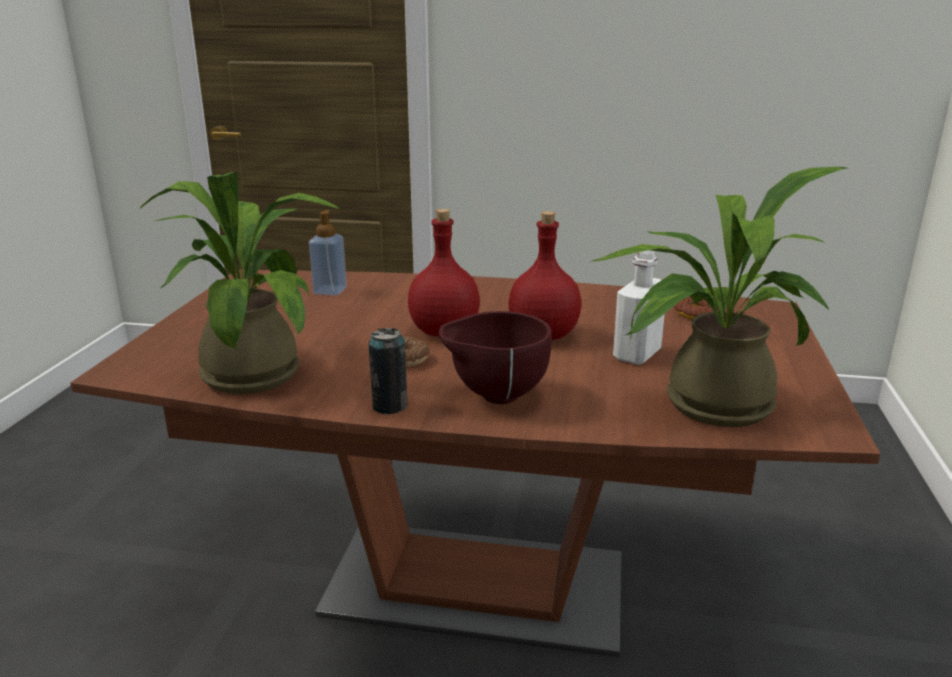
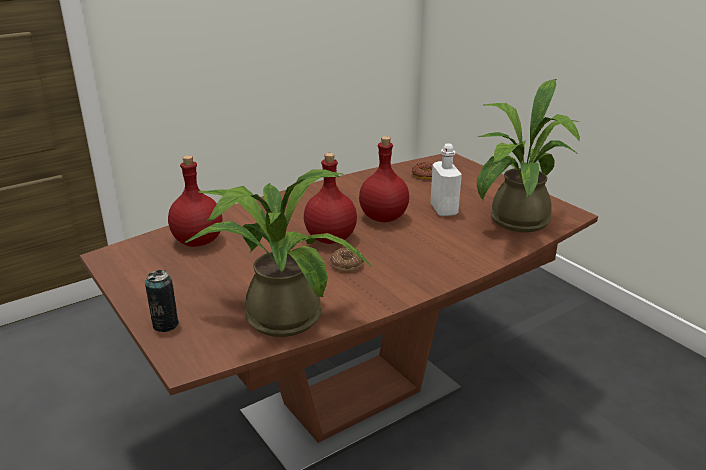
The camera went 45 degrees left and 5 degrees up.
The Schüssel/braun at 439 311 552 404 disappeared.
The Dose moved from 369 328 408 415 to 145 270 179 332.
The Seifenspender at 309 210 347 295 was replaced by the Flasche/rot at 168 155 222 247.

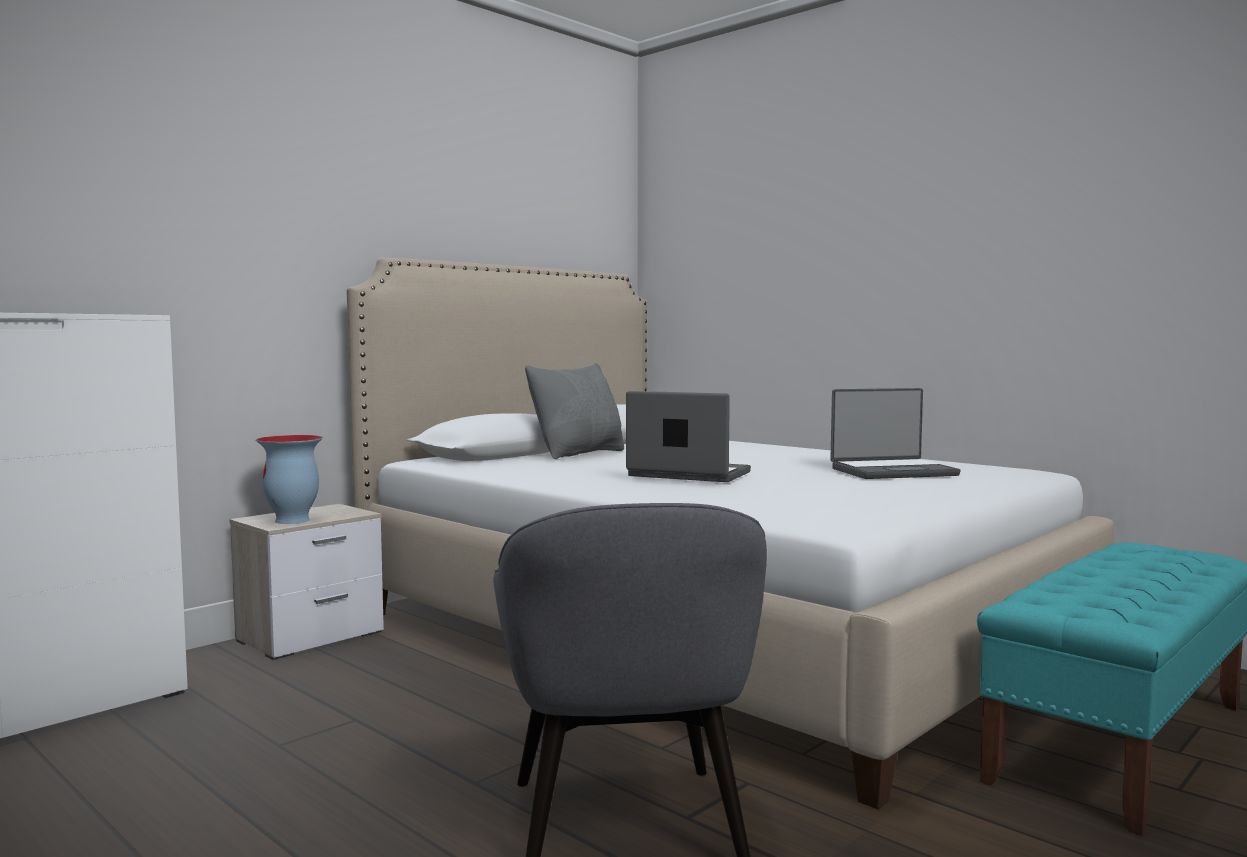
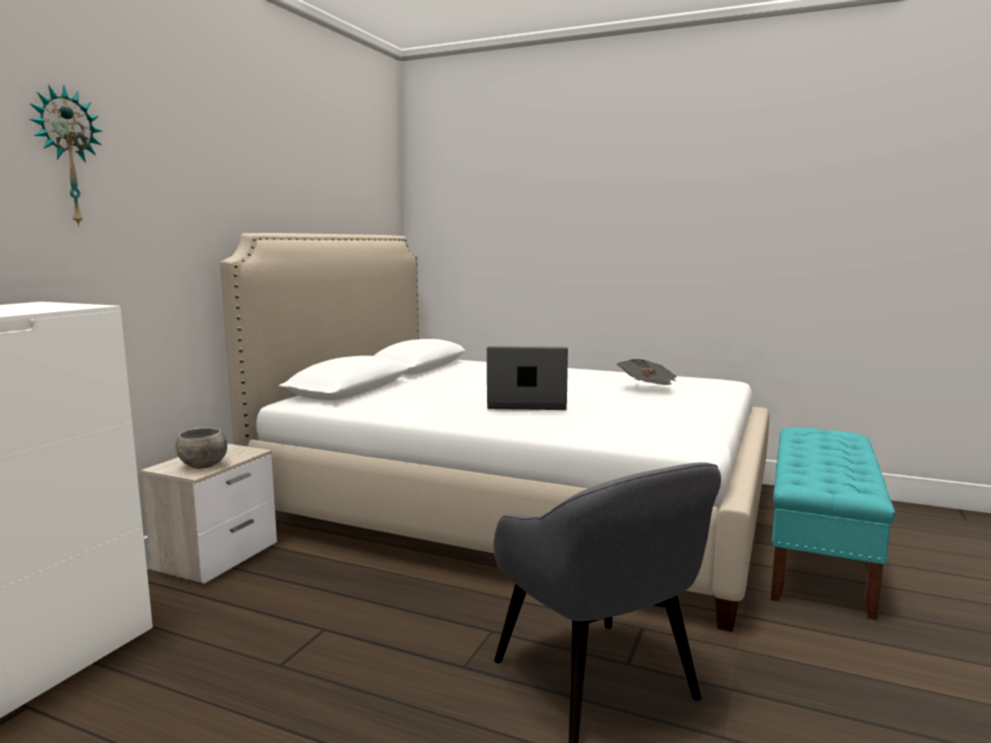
The camera went 20 degrees left and 5 degrees up.
The Kissen/grau at 525 363 624 459 disappeared.
The Wanduhr at 29 85 102 227 appeared.
The Vase at 256 435 323 524 was replaced by the Schüssel/grau at 175 427 227 469.
The Laptop at 830 388 960 479 was replaced by the Zeitung at 617 359 676 385.

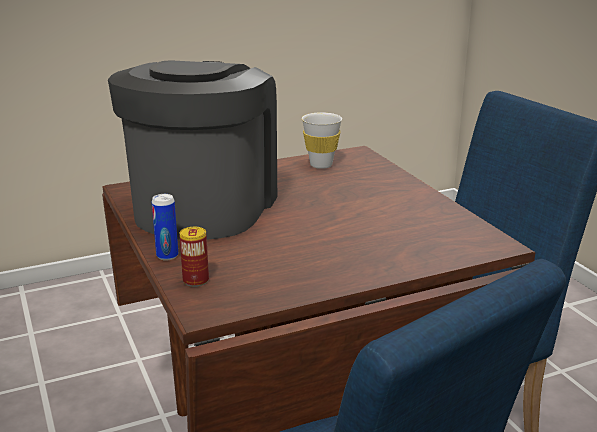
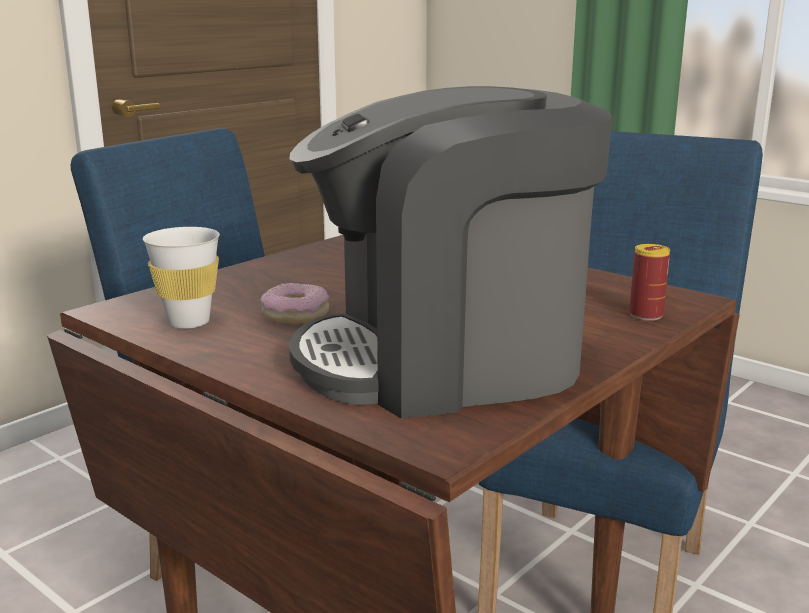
The camera went 115 degrees left and 5 degrees down.
The Dose at 152 194 178 261 disappeared.
The Donut at 260 283 329 324 appeared.

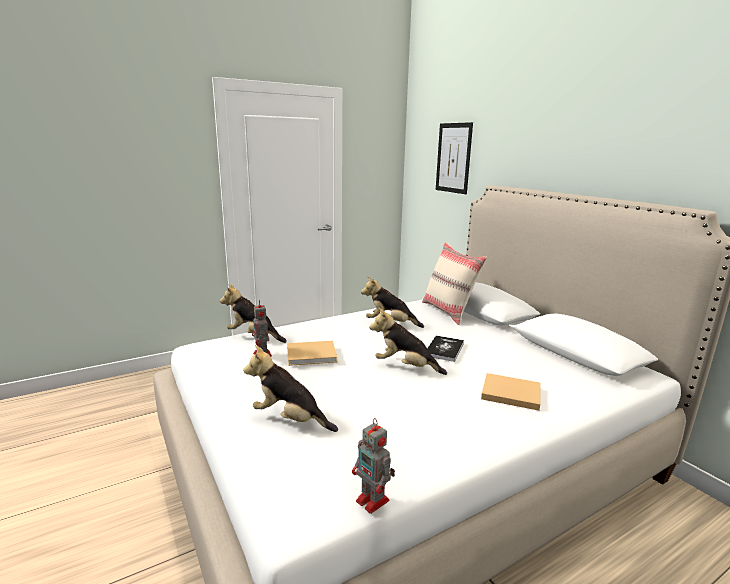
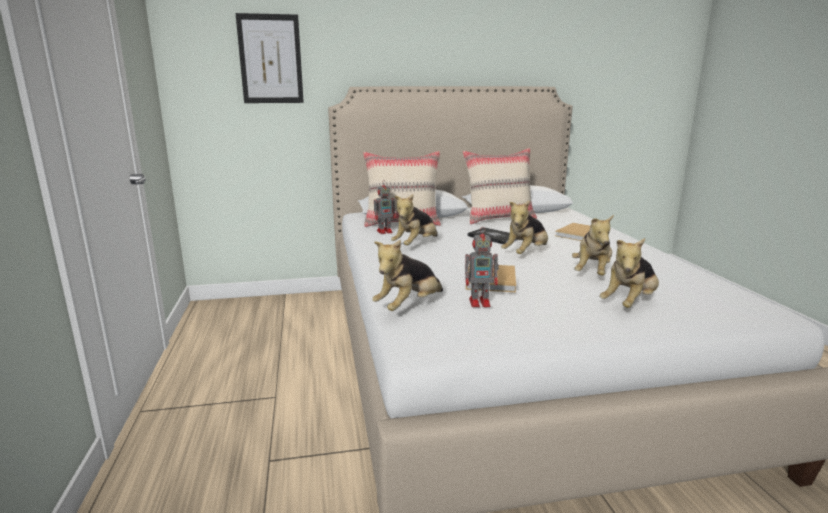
The camera went 70 degrees left and 0 degrees up.
The Kissen/beige at 462 148 537 224 appeared.
The Plüschtier at 572 215 614 276 appeared.
The Spielzeugroboter moved from 352 418 395 514 to 374 180 396 234.

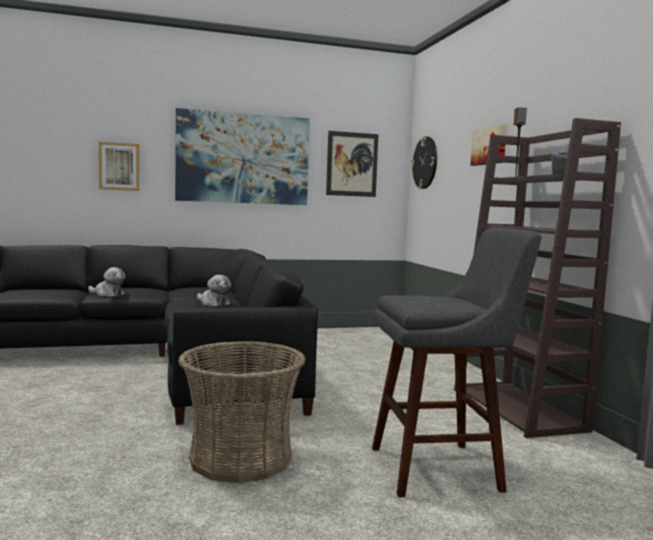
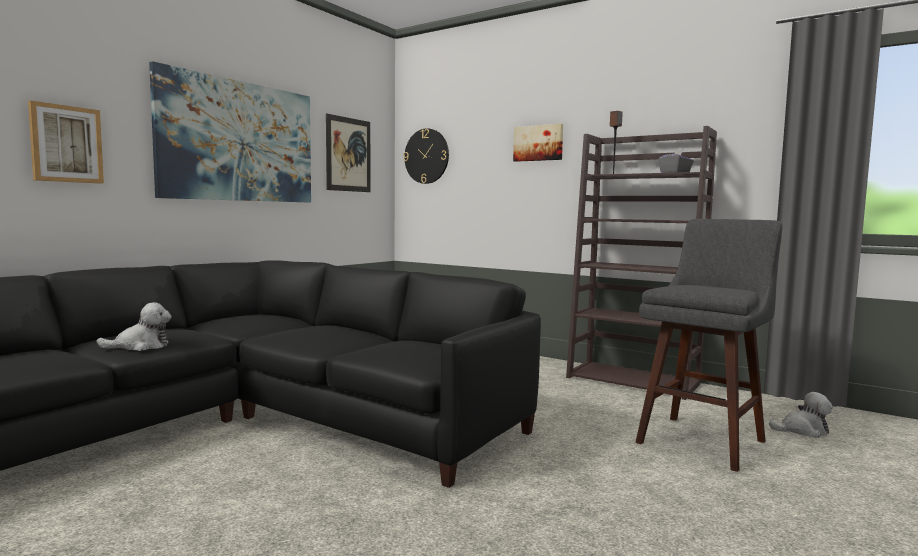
The camera went 40 degrees left and 0 degrees up.
The Korb at 178 341 306 483 disappeared.
The Plüschtier moved from 197 275 231 306 to 769 392 833 438.

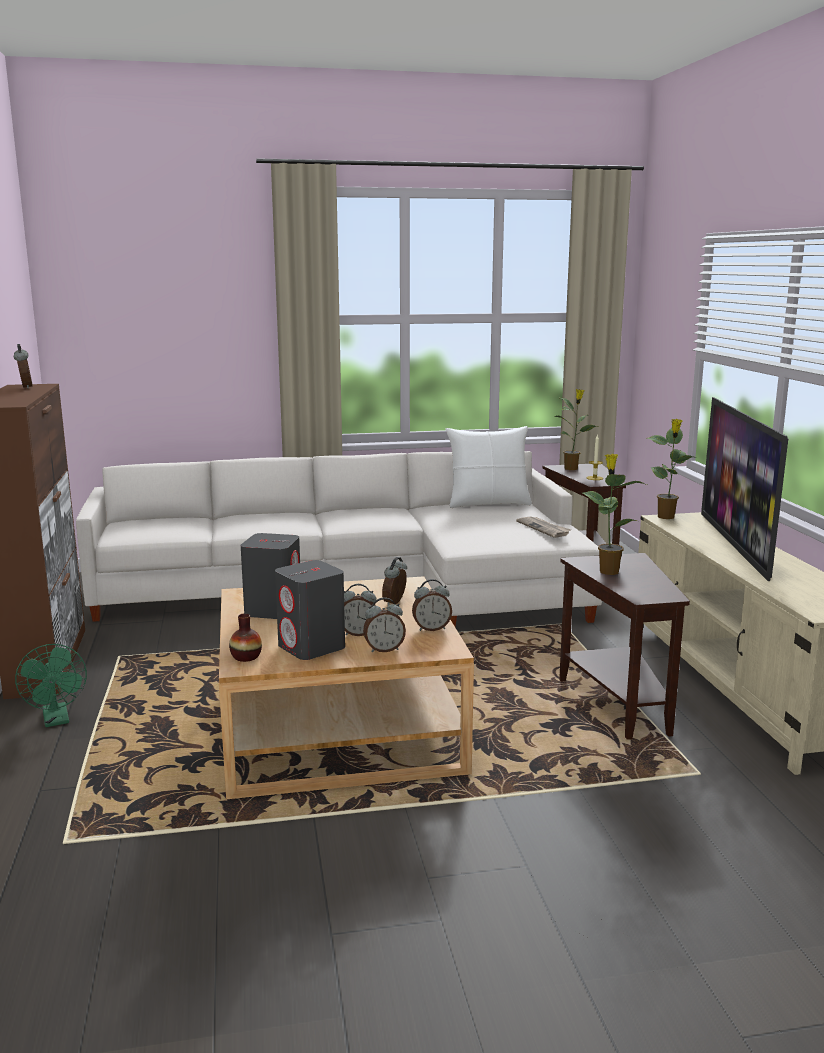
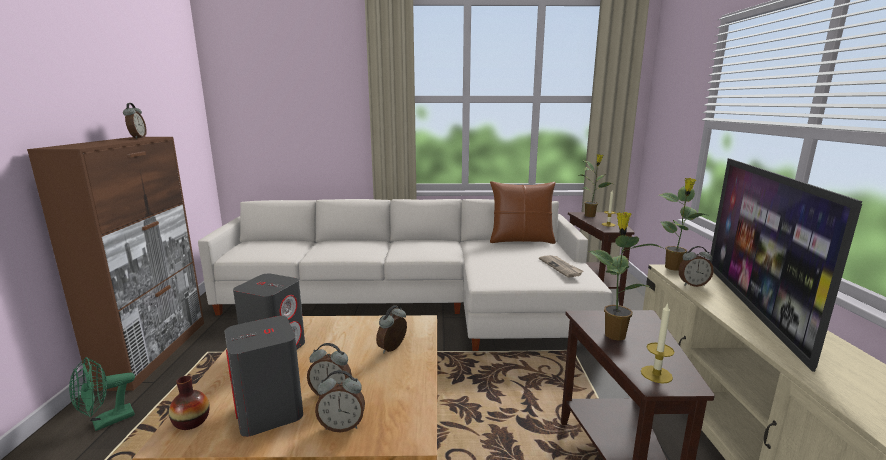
The camera went 10 degrees right and 0 degrees up.
The Kerze at 641 302 675 383 appeared.
The Wecker moved from 412 579 452 631 to 679 246 714 287.
The Kissen/weiß at 445 426 532 508 became the Kissen/braun at 490 181 556 244.
The Ventilator/grün at 15 644 87 727 turned 60 degrees clockwise.

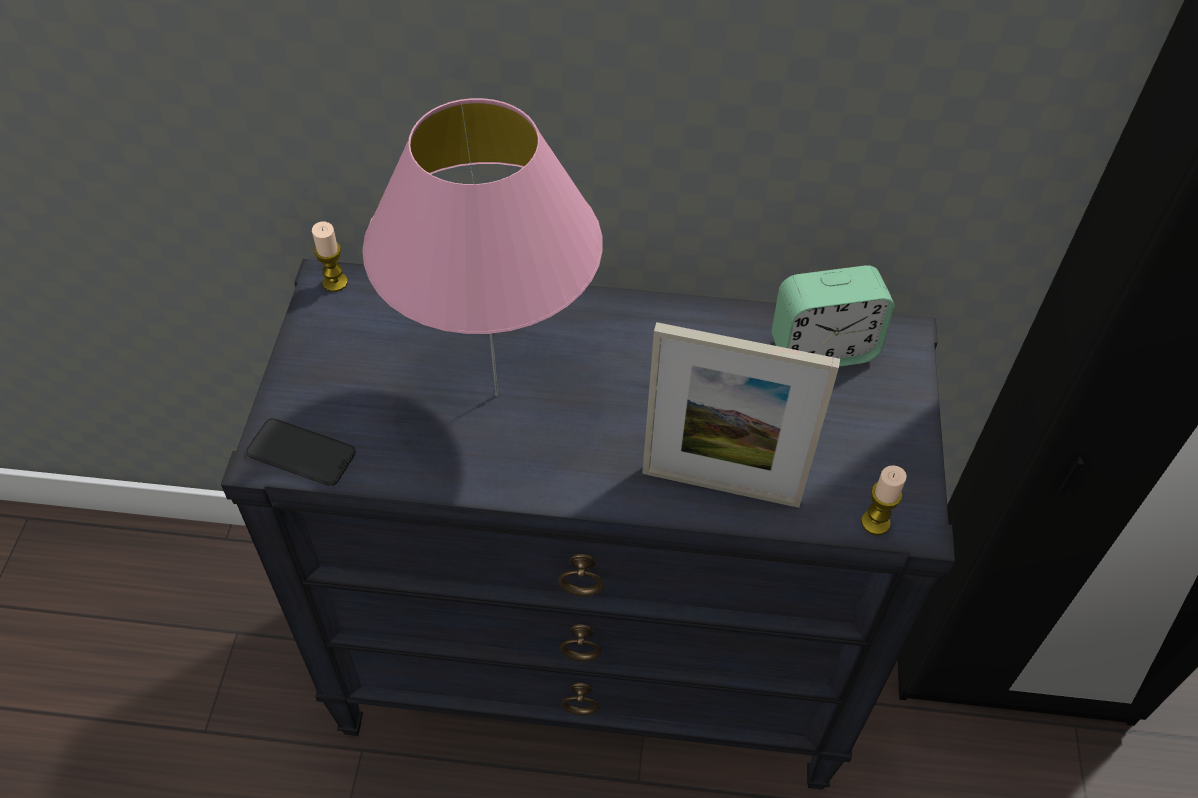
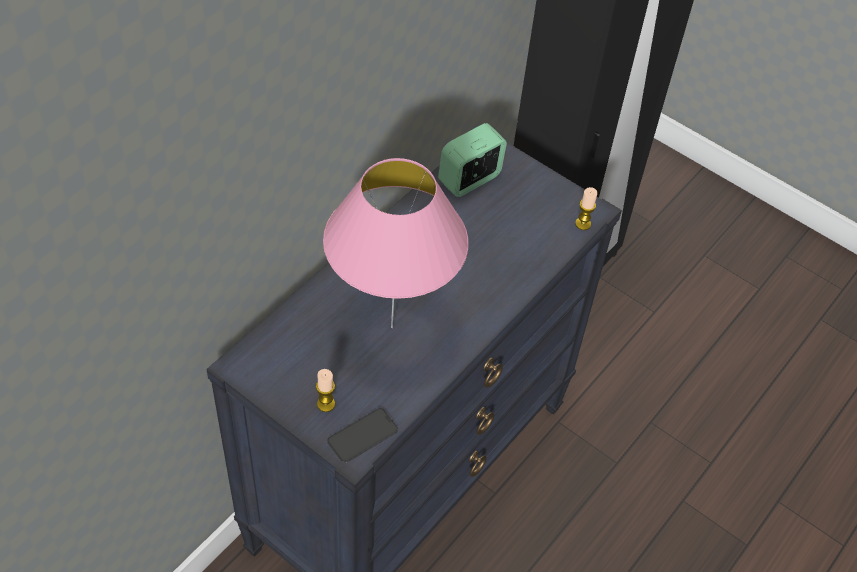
The camera went 60 degrees left and 0 degrees up.
The Bilderrahmen at 642 322 840 508 disappeared.
The Kerze moved from 312 222 348 292 to 316 369 335 412.
The Wecker at 771 265 895 367 turned 150 degrees counterclockwise.

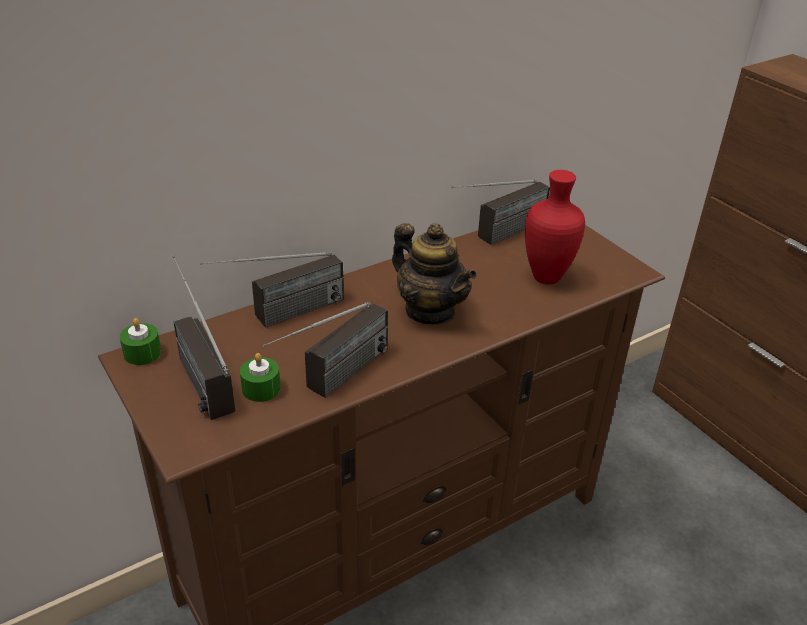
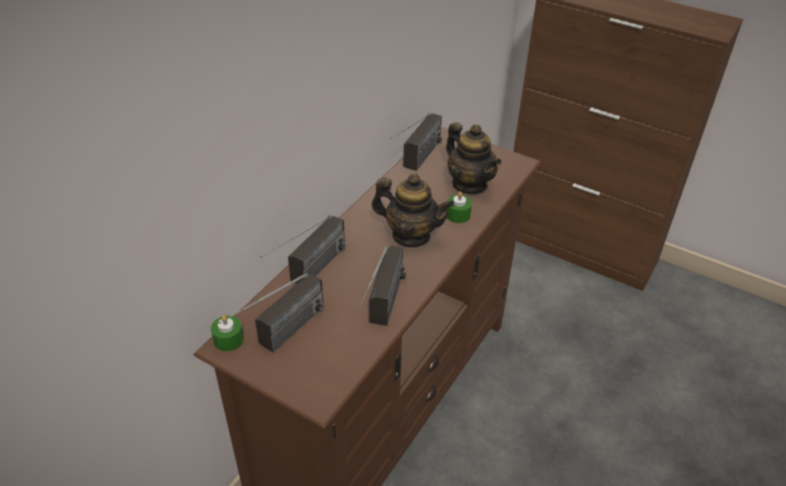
The camera went 25 degrees left and 5 degrees up.
The Kerze/grün moved from 240 353 281 402 to 447 192 472 223.
The Vase/rot at 525 170 585 285 was replaced by the Teekanne at 446 122 501 194.
The Radio at 172 255 235 420 turned 90 degrees counterclockwise.

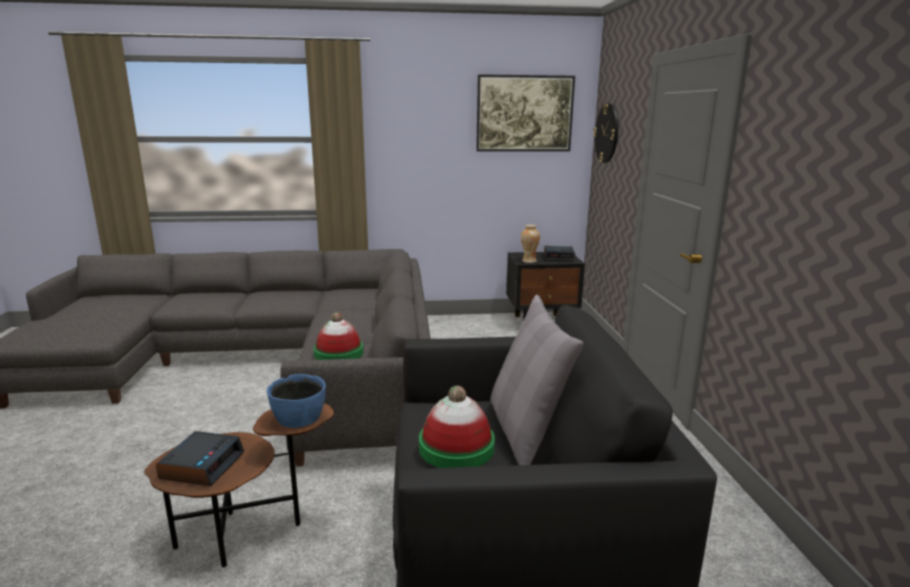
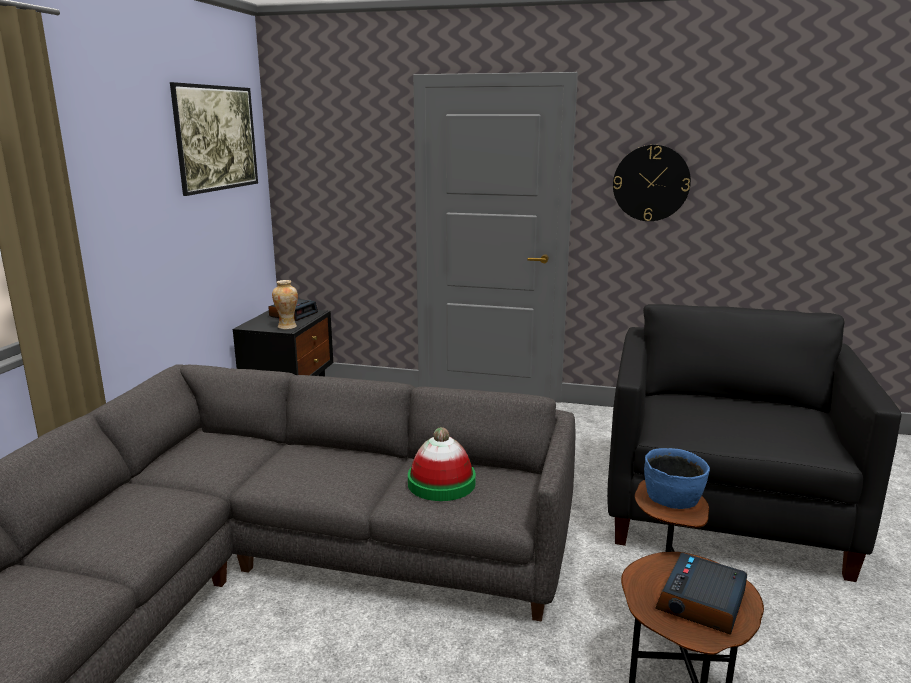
The camera went 70 degrees left and 0 degrees up.
The Hut at 419 386 495 468 disappeared.
The Kissen/grau at 490 295 584 465 disappeared.
The Wanduhr moved from 593 103 618 163 to 613 145 691 221.
The Wecker at 156 431 244 486 turned 90 degrees counterclockwise.

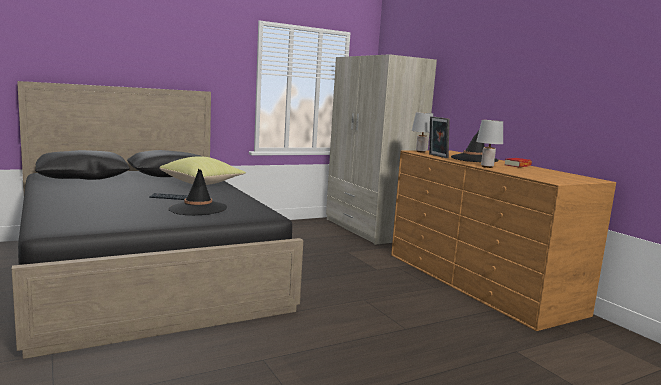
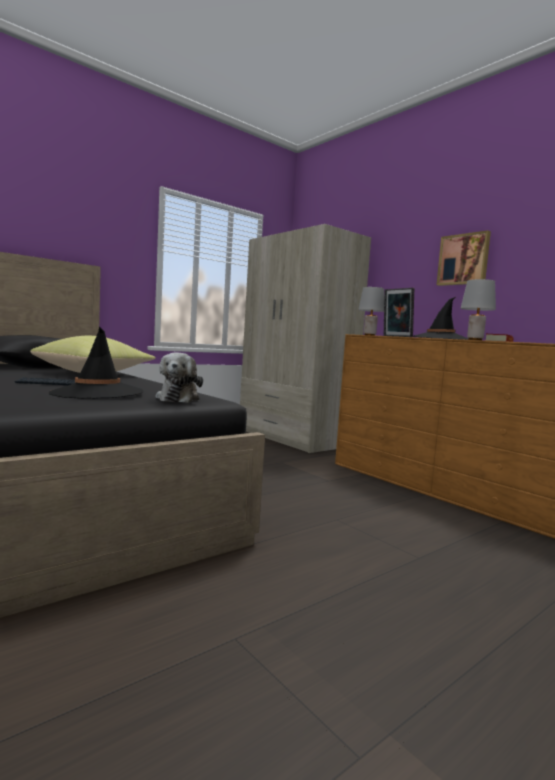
The camera went 10 degrees left and 5 degrees down.
The Plüschtier at 155 352 203 403 appeared.
The Bild at 437 230 491 286 appeared.

